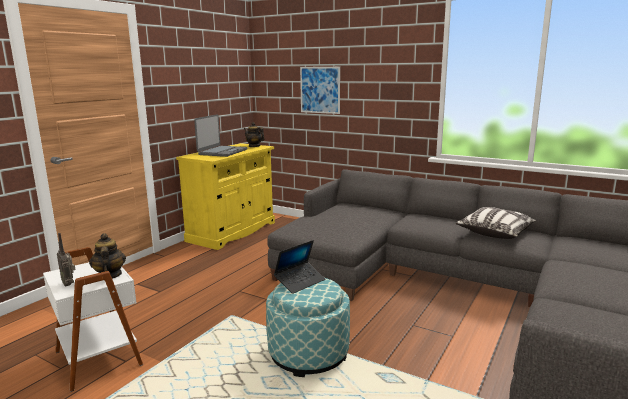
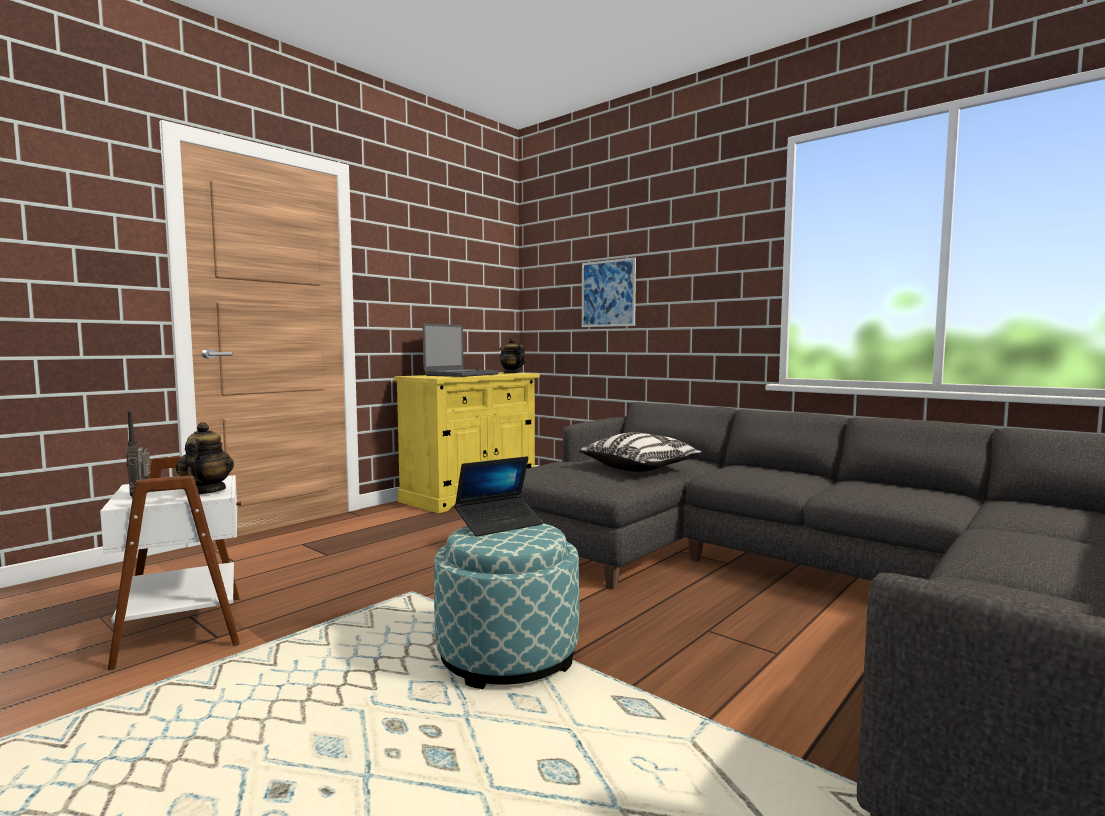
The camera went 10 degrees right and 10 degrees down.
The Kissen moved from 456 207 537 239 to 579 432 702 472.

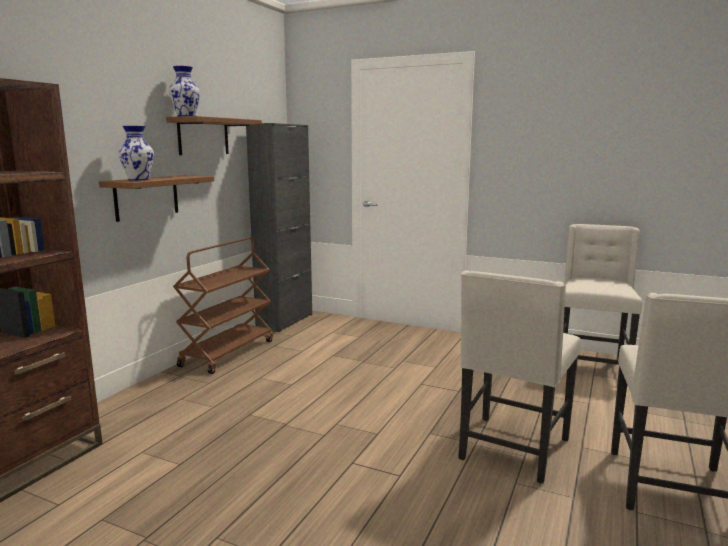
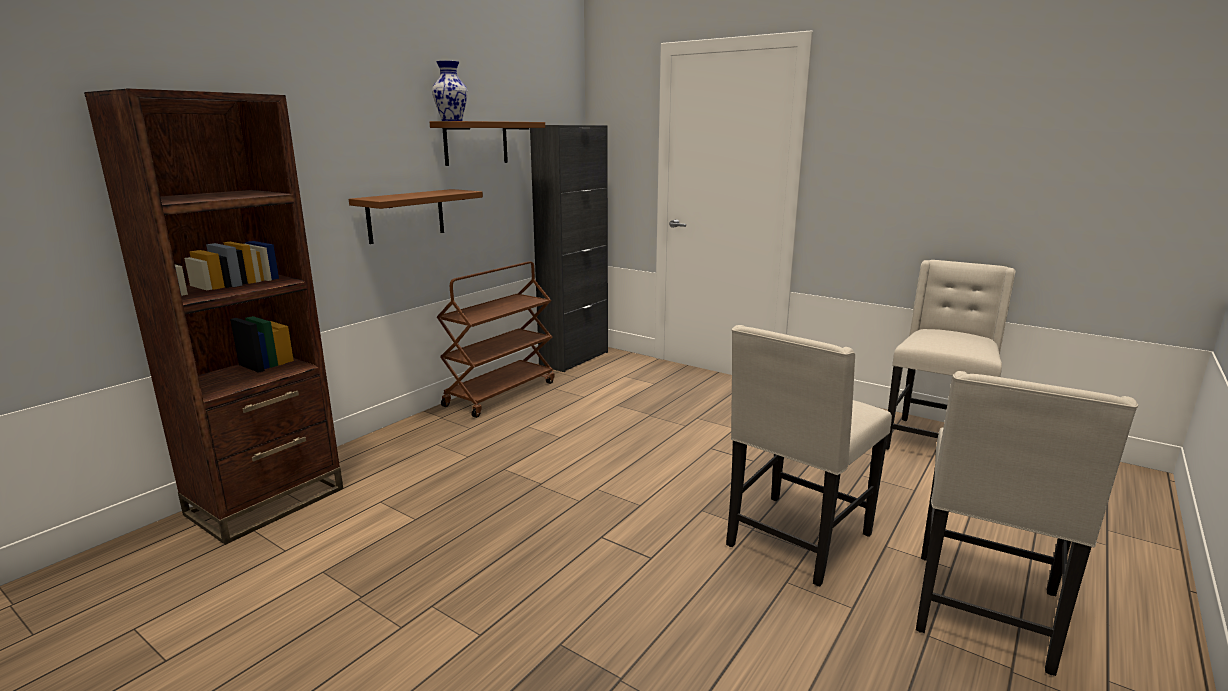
The camera went 10 degrees right and 5 degrees up.
The Vase at 118 126 154 181 disappeared.

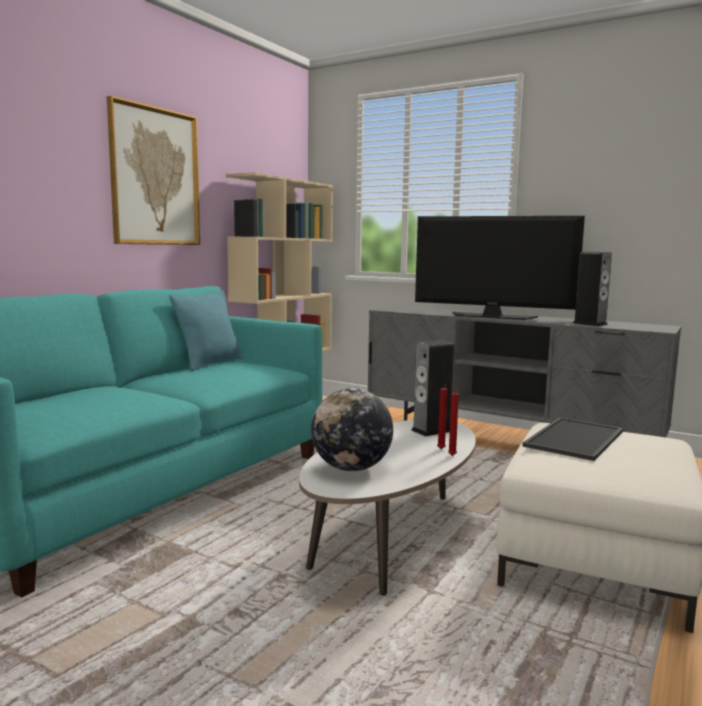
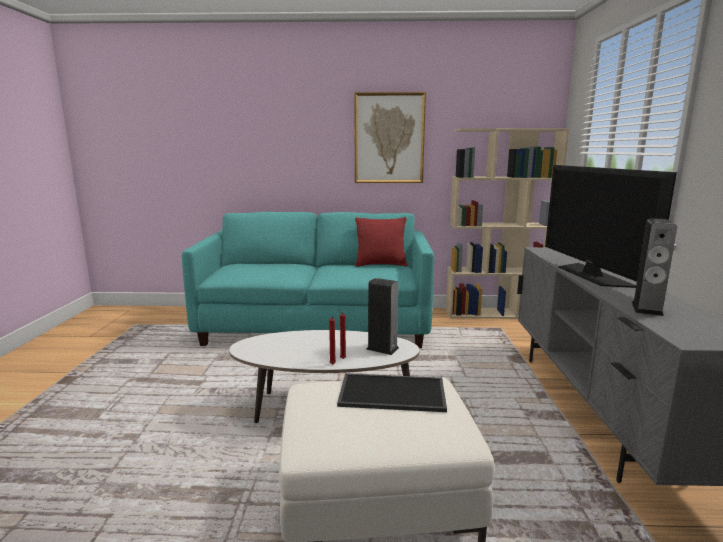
The camera went 60 degrees right and 5 degrees up.
The Globus at 311 388 393 471 disappeared.
The Kissen/türkis at 169 290 243 371 became the Kissen/rot at 355 217 407 267.

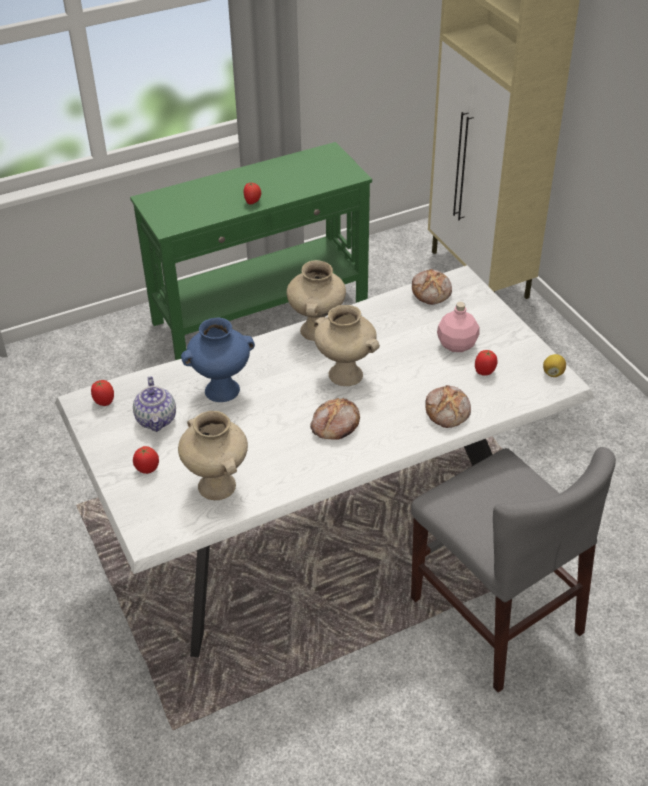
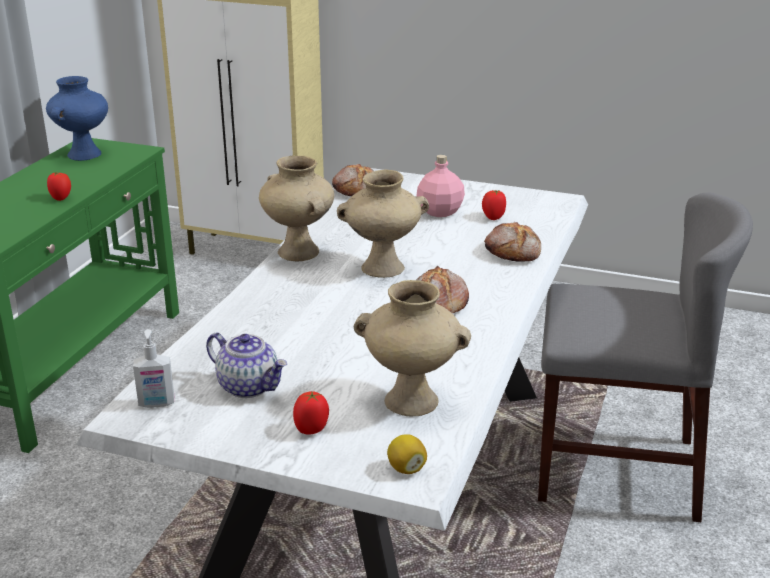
The camera went 45 degrees left and 15 degrees down.
The Vase/blau moved from 181 318 255 402 to 46 76 108 161.
The Zitrone moved from 543 354 566 377 to 387 434 427 474.
The Tomate at 91 380 114 406 was replaced by the Seifenspender at 133 329 174 408.

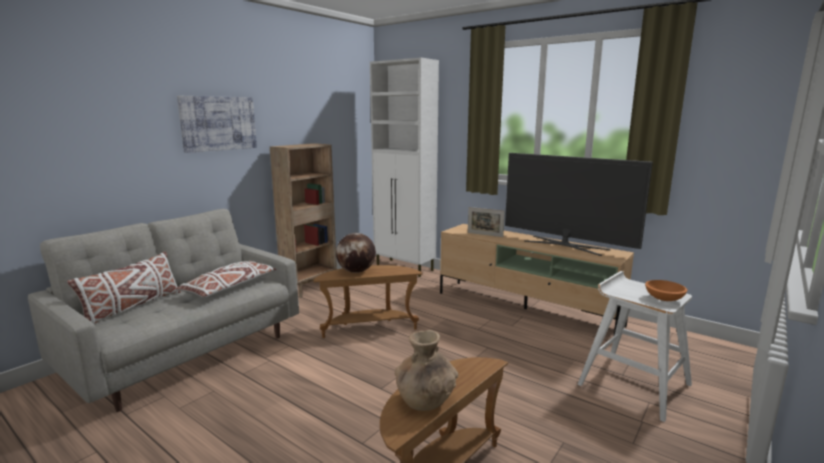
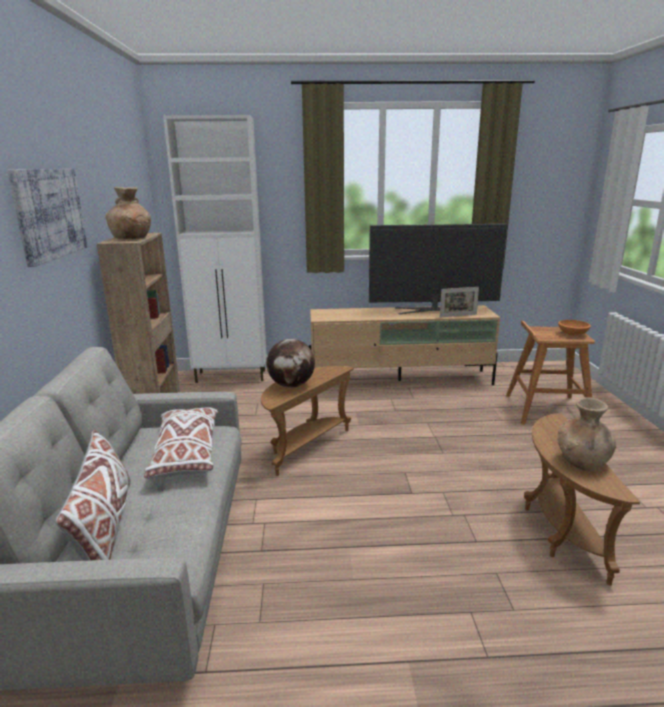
The camera went 40 degrees left and 5 degrees up.
The Vase/braun at 105 187 151 239 appeared.
The Bilderrahmen moved from 468 207 505 237 to 440 287 479 317.
The Hocker/weiß at 577 271 692 422 became the Hocker/braun at 506 321 595 424.

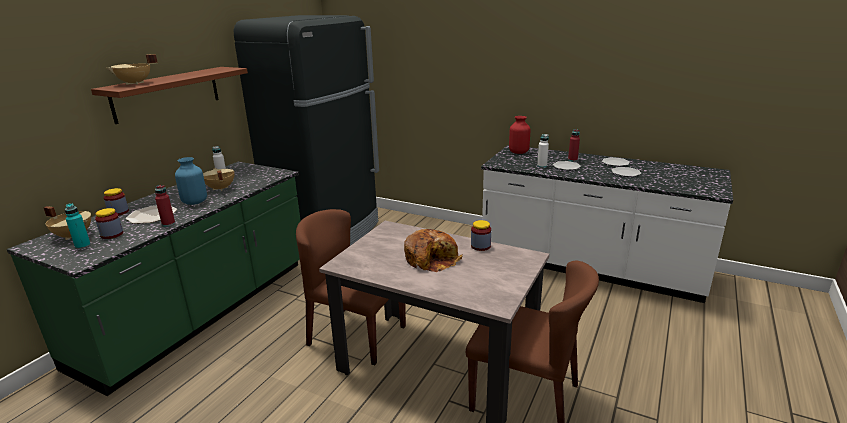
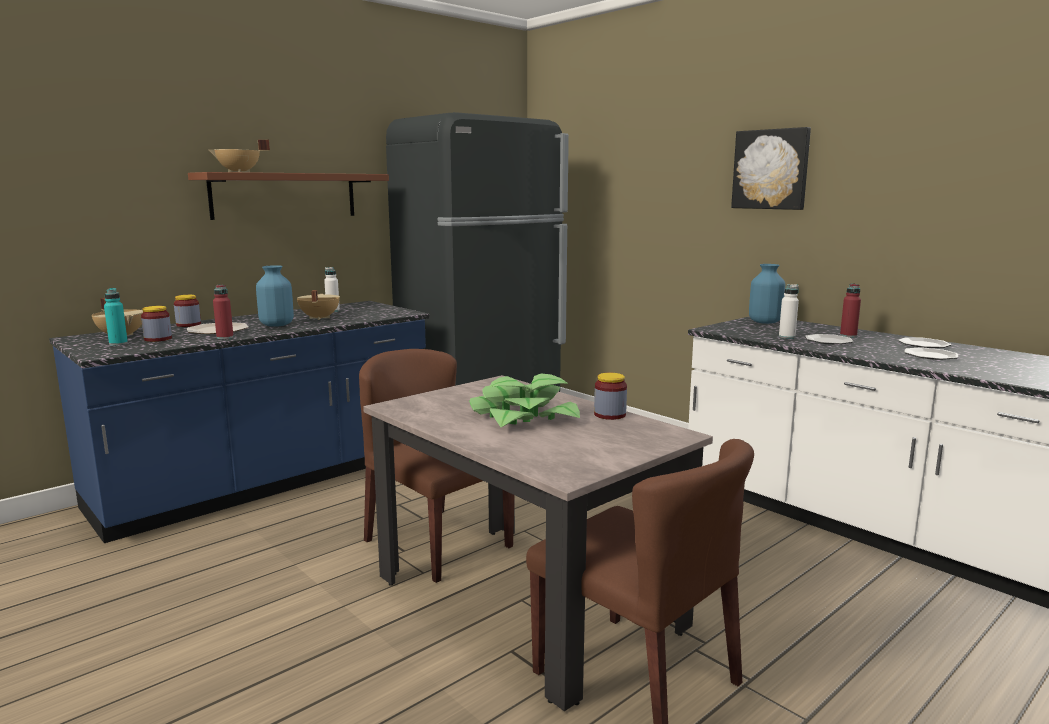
The camera went 20 degrees right and 10 degrees down.
The Bild at 731 127 811 210 appeared.
The Brot at 404 229 463 272 was replaced by the Topfpflanze at 469 374 580 427.
The Küchenzeile/grün at 7 162 301 396 became the Küchenzeile/blau at 49 301 430 543.
The Vase/rot at 509 116 530 154 became the Vase/blau at 749 264 785 324.

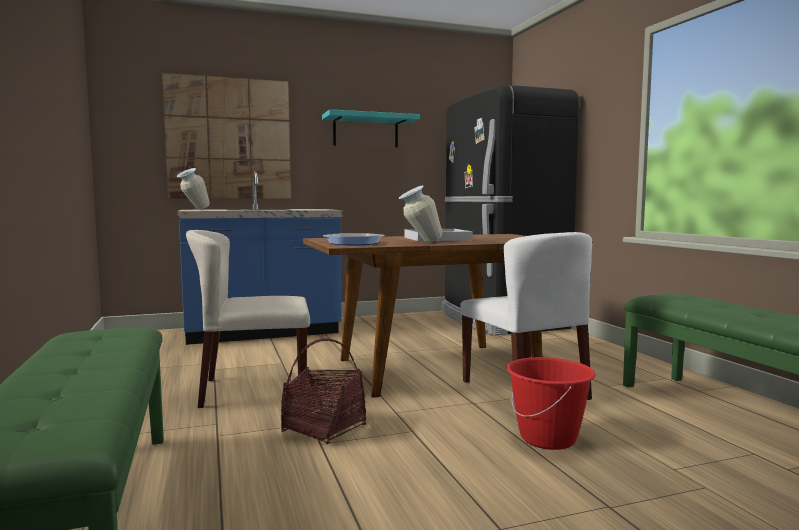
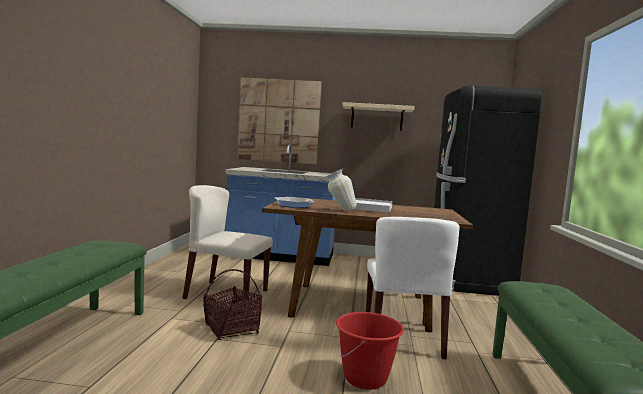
The camera went 25 degrees right and 0 degrees up.
The Vase at 177 168 210 210 disappeared.
The Wandregal/türkis at 322 109 420 147 became the Wandregal/beige at 342 102 415 131.

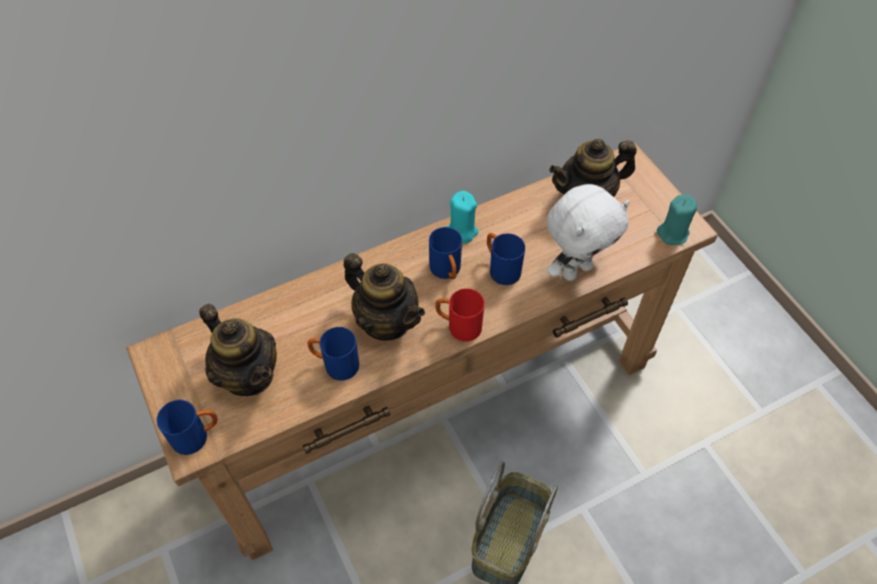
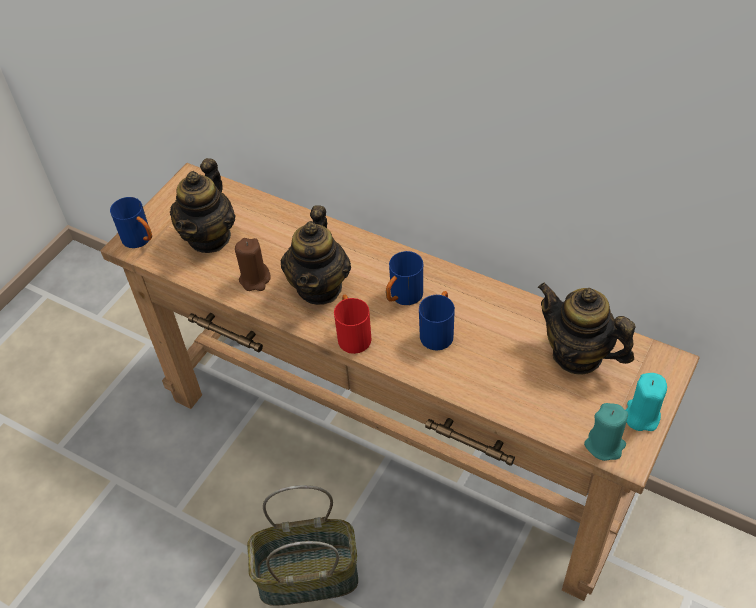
The camera went 60 degrees right and 5 degrees down.
The Plüschtier/weiß at 547 184 630 281 disappeared.
The Kerze/türkis moved from 447 191 478 243 to 626 373 667 431.
The Henkelbecher/blau at 307 327 359 381 was replaced by the Kerze/braun at 235 238 271 291.

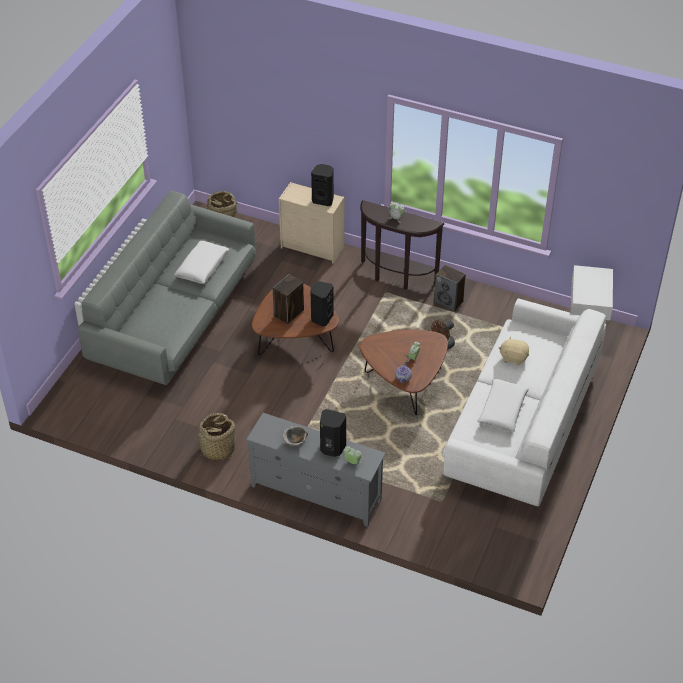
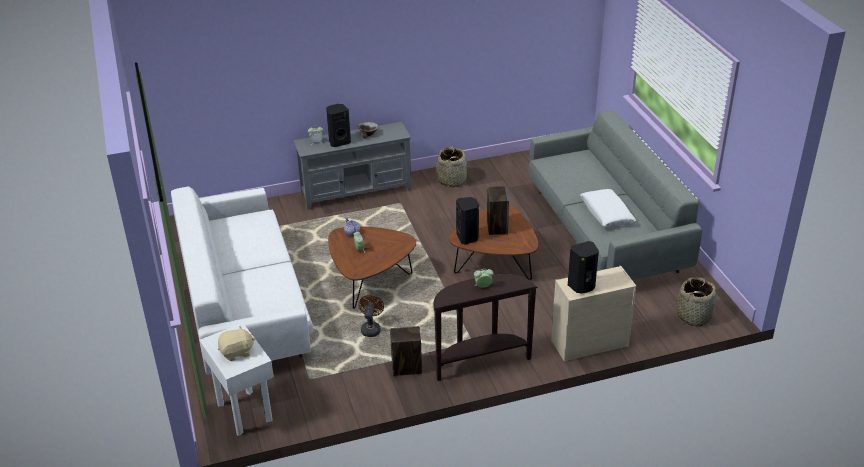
The camera went 140 degrees right and 10 degrees down.
The Kissen/weiß at 477 379 529 432 disappeared.
The Plüschtier/beige moved from 499 336 529 366 to 218 326 255 361.

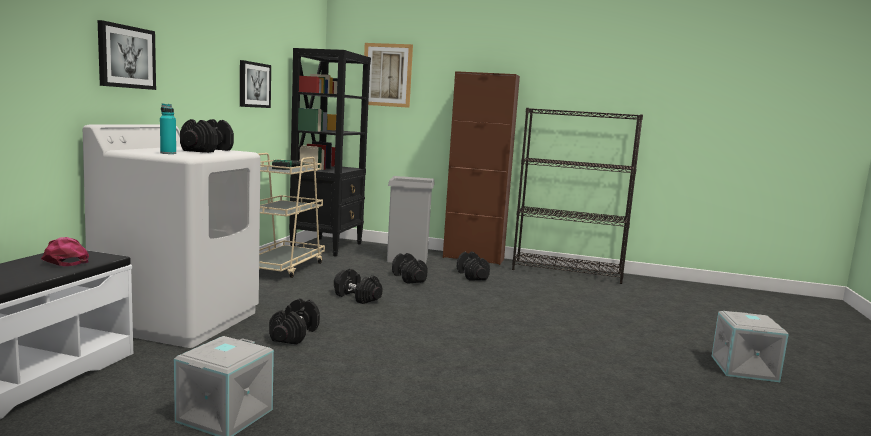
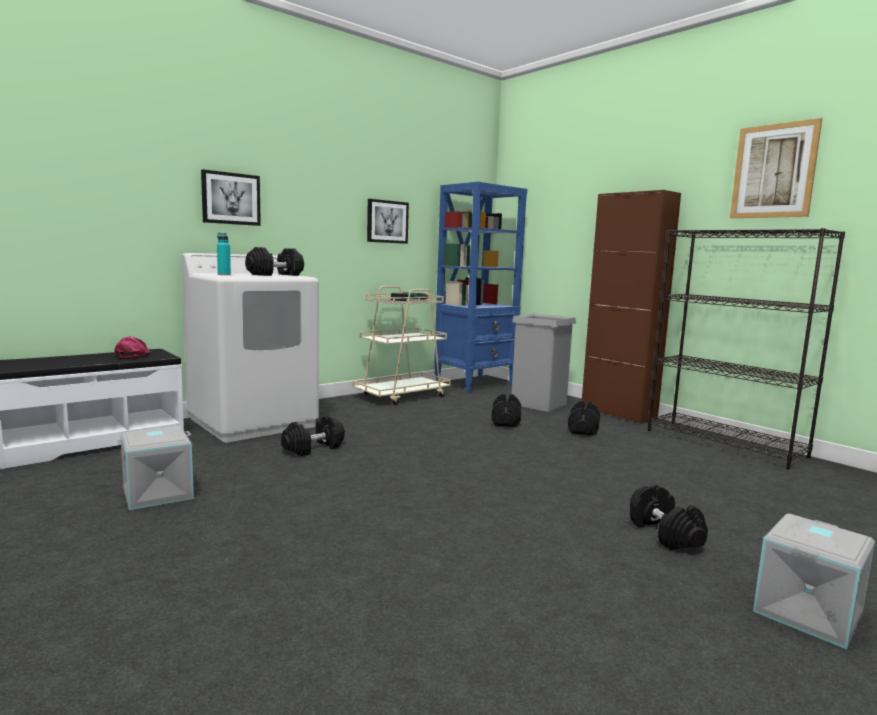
The camera went 35 degrees right and 0 degrees up.
The Hantel/schwarz moved from 334 269 383 304 to 630 485 708 550.
The Bild moved from 364 43 413 108 to 730 118 822 218.
The Bücherregal/schwarz at 289 48 371 257 became the Bücherregal/blau at 434 182 527 393.

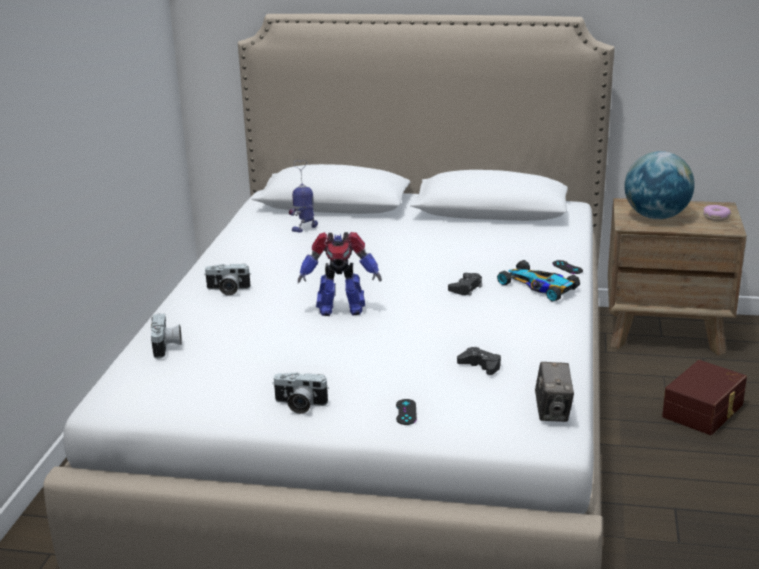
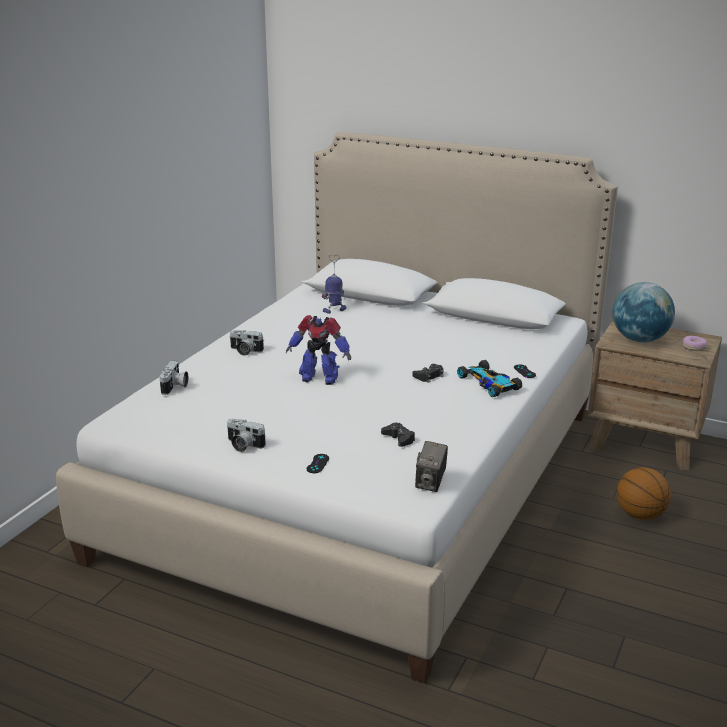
The camera went 15 degrees right and 0 degrees up.
The Aufbewahrungsbox/braun at 662 360 747 435 was replaced by the Basketball at 617 468 671 520.

